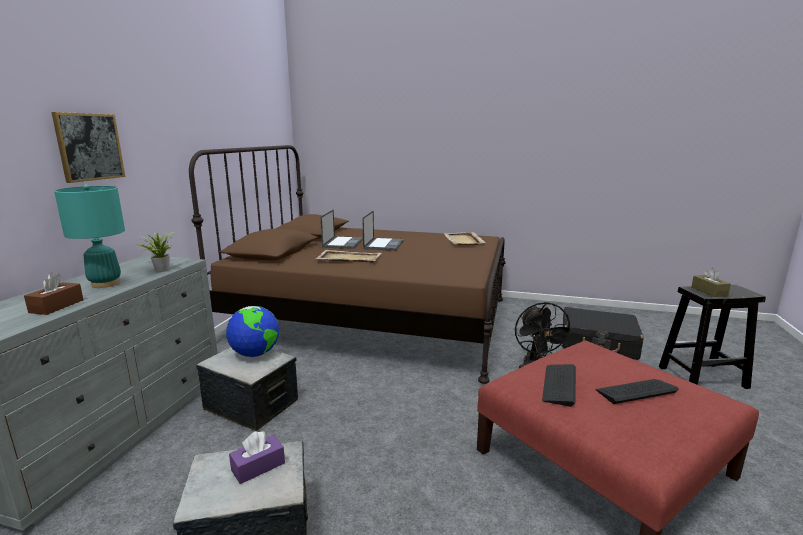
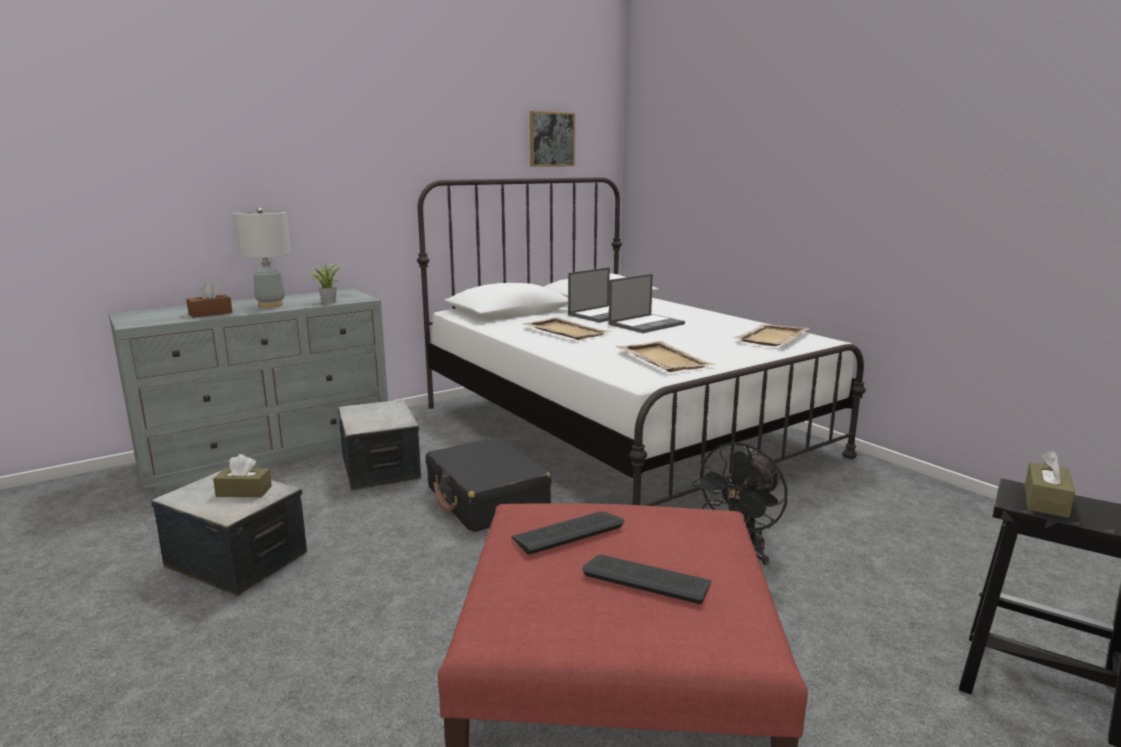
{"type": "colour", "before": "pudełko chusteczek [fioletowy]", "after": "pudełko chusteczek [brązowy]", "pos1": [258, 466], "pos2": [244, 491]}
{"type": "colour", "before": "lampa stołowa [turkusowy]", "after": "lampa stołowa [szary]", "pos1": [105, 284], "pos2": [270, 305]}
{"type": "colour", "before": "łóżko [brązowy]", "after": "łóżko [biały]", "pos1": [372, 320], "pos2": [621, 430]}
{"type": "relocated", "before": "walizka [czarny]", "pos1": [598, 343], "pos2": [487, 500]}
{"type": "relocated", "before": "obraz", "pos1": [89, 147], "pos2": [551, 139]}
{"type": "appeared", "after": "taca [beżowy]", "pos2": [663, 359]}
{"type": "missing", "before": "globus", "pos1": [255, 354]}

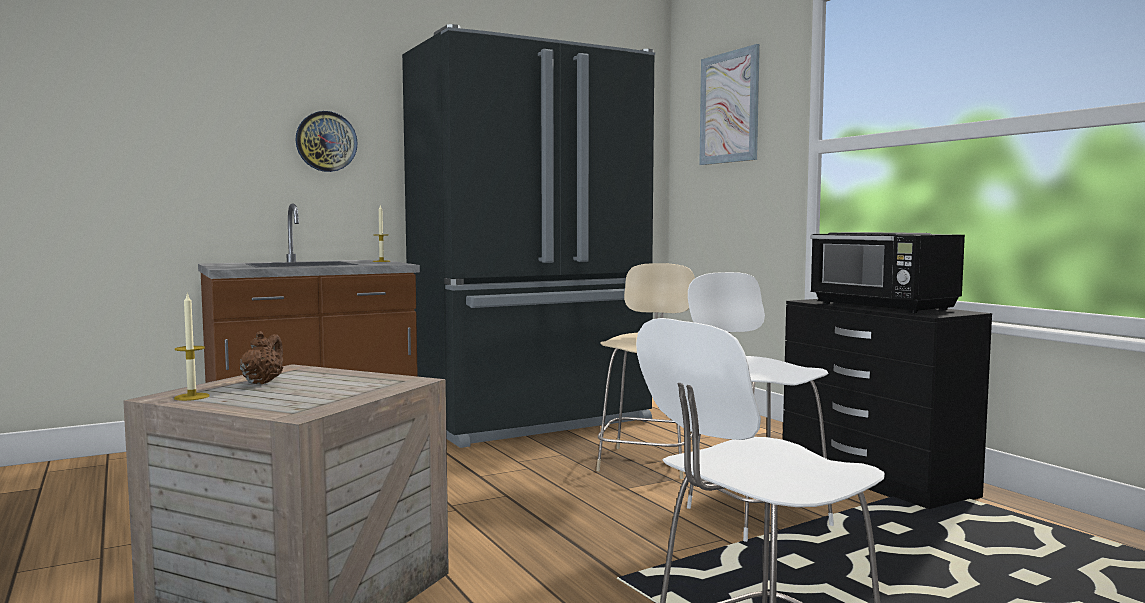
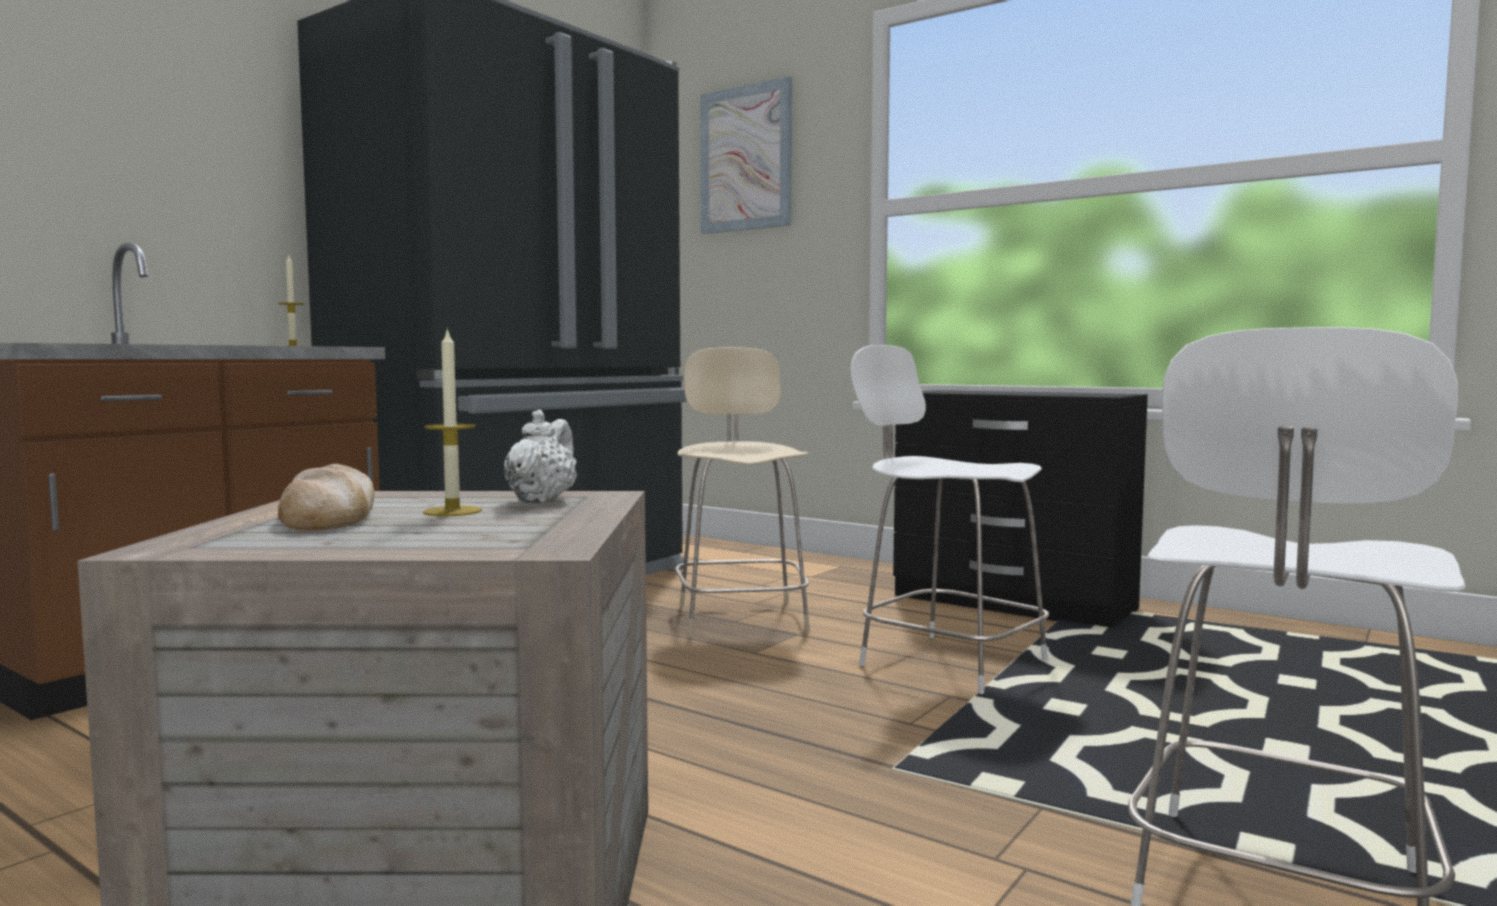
{"type": "exchanged", "before": "imbryk [brązowy]", "after": "chleb", "pos1": [262, 382], "pos2": [330, 514]}
{"type": "relocated", "before": "świeca", "pos1": [192, 397], "pos2": [452, 511]}
{"type": "appeared", "after": "imbryk [biały]", "pos2": [542, 500]}
{"type": "missing", "before": "zegar ścienny", "pos1": [326, 141]}
{"type": "missing", "before": "mikrofalówka [czarny]", "pos1": [883, 307]}

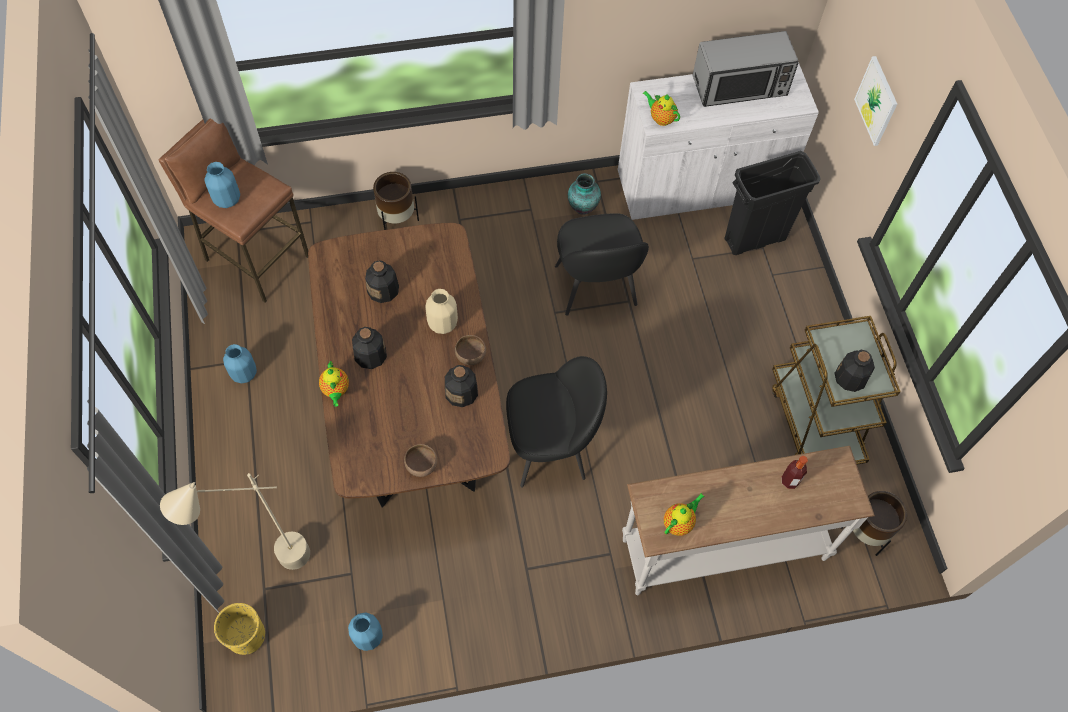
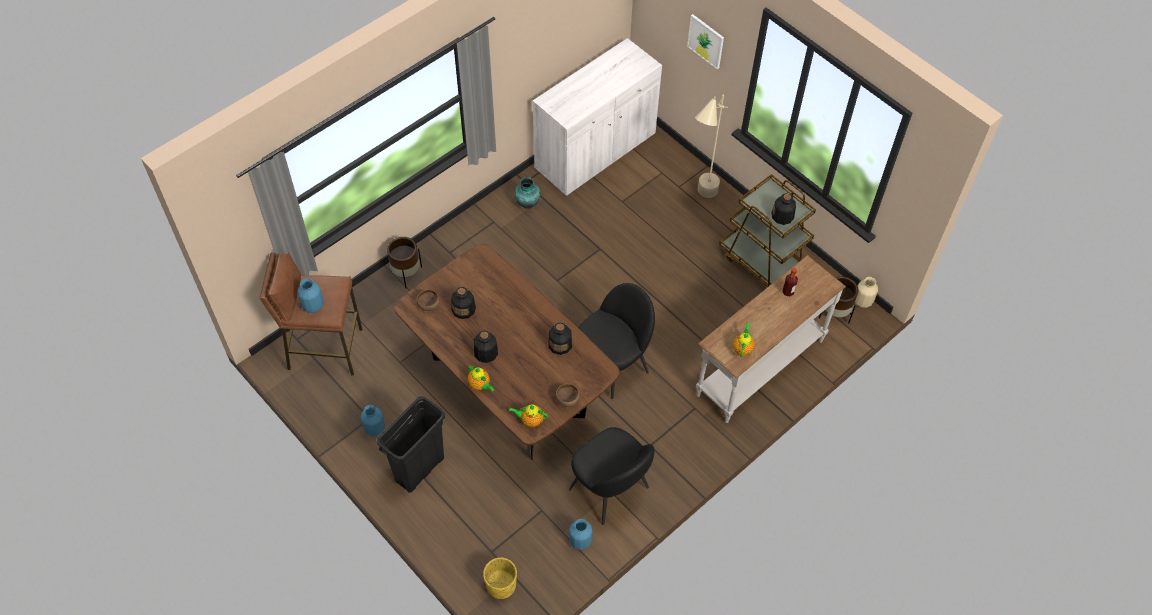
{"type": "relocated", "before": "kosz na śmieci [czarny]", "pos1": [754, 239], "pos2": [419, 469]}
{"type": "relocated", "before": "miska [brązowy]", "pos1": [470, 355], "pos2": [428, 304]}
{"type": "relocated", "before": "imbryk", "pos1": [660, 118], "pos2": [530, 420]}
{"type": "relocated", "before": "krzesło [czarny]", "pos1": [596, 287], "pos2": [610, 490]}
{"type": "relocated", "before": "lampa stojąca [beżowy]", "pos1": [269, 567], "pos2": [700, 202]}
{"type": "relocated", "before": "wazon [beżowy]", "pos1": [443, 324], "pos2": [863, 301]}
{"type": "missing", "before": "mikrofalówka", "pos1": [740, 86]}

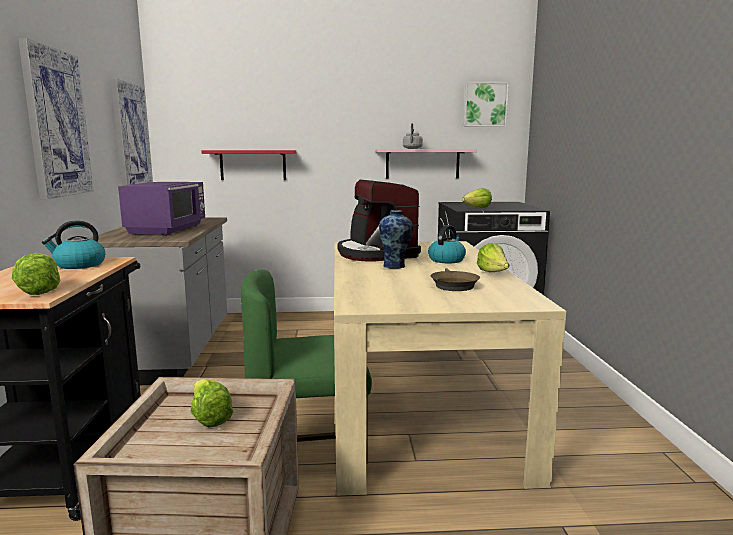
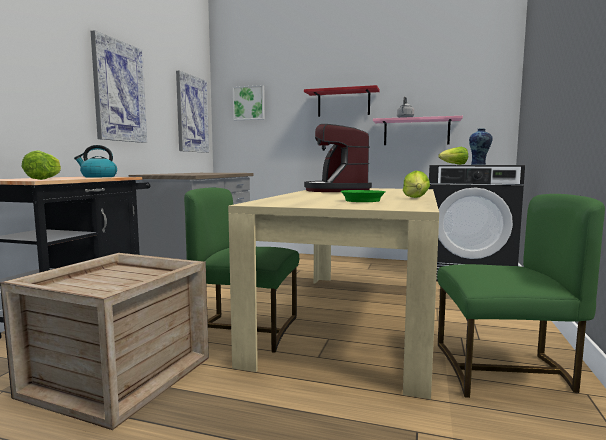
{"type": "relocated", "before": "obraz", "pos1": [485, 104], "pos2": [249, 103]}
{"type": "relocated", "before": "półka [czerwony]", "pos1": [253, 165], "pos2": [343, 103]}
{"type": "colour", "before": "patelnia [brązowy]", "after": "patelnia [zielony]", "pos1": [453, 285], "pos2": [363, 200]}
{"type": "appeared", "after": "krzesło [zielony]", "pos2": [504, 371]}
{"type": "relocated", "before": "wazon", "pos1": [395, 266], "pos2": [479, 164]}
{"type": "missing", "before": "mikrofalówka [fioletowy]", "pos1": [168, 230]}
{"type": "missing", "before": "sałata", "pos1": [209, 417]}
{"type": "missing", "before": "czajnik", "pos1": [446, 260]}

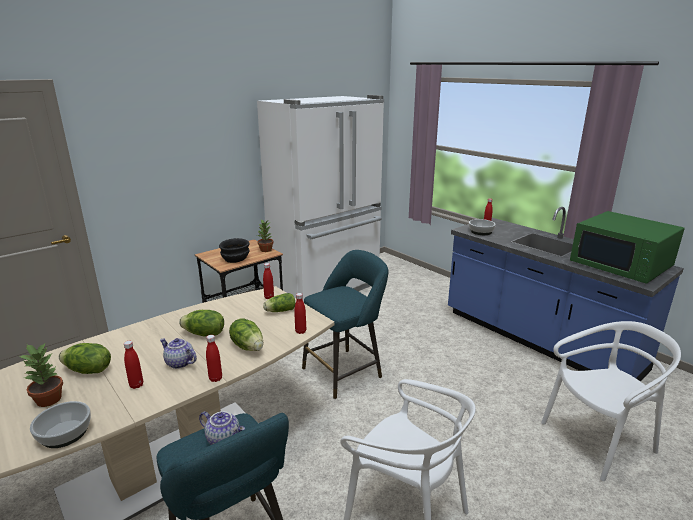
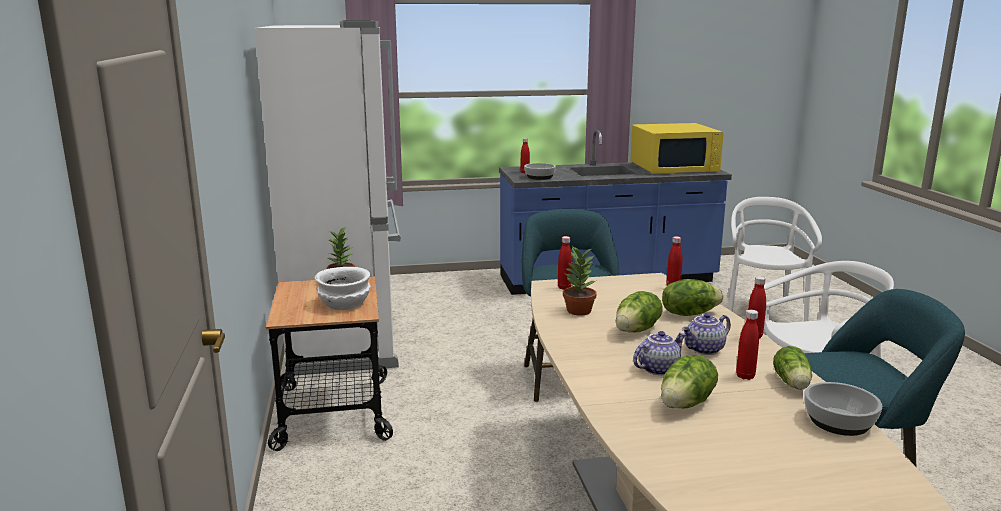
{"type": "colour", "before": "miska [czarny]", "after": "miska [biały]", "pos1": [235, 259], "pos2": [345, 303]}
{"type": "relocated", "before": "roślina doniczkowa", "pos1": [49, 399], "pos2": [578, 311]}
{"type": "colour", "before": "mikrofalówka [zielony]", "after": "mikrofalówka [żółty]", "pos1": [621, 264], "pos2": [674, 167]}
{"type": "relocated", "before": "imbryk", "pos1": [224, 439], "pos2": [658, 369]}
{"type": "relocated", "before": "sałata", "pos1": [279, 311], "pos2": [792, 384]}

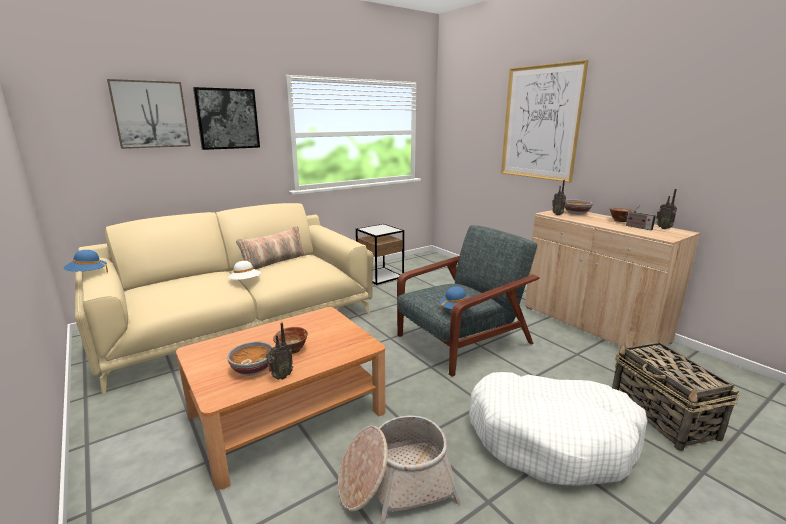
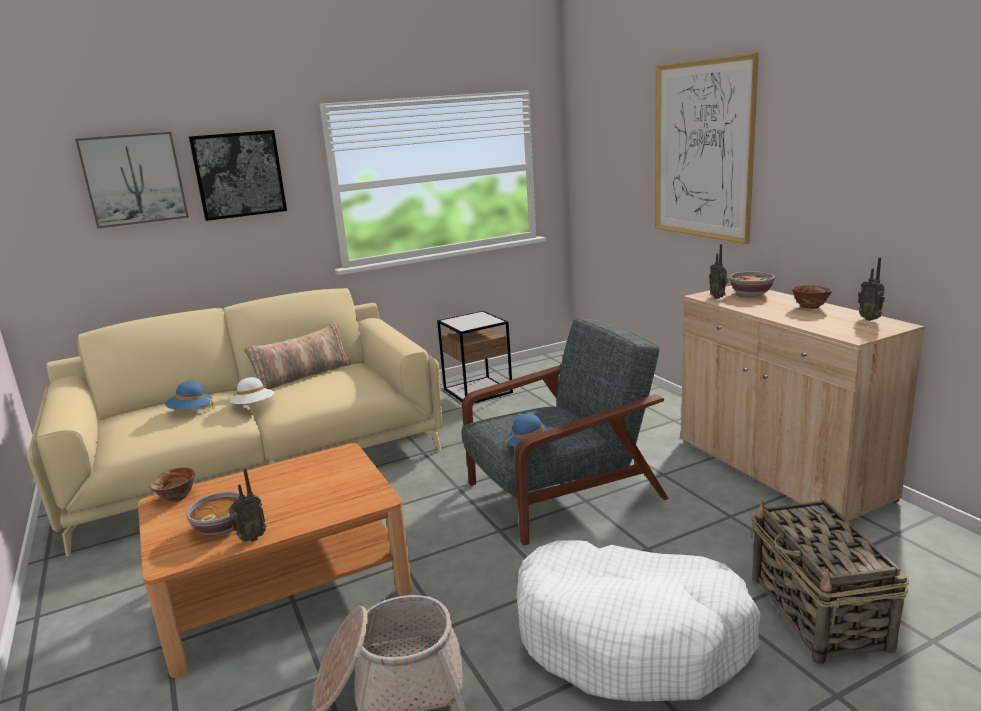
{"type": "relocated", "before": "miska", "pos1": [292, 350], "pos2": [177, 497]}
{"type": "relocated", "before": "kapelusz [niebieski]", "pos1": [87, 274], "pos2": [191, 411]}
{"type": "missing", "before": "radio", "pos1": [637, 227]}

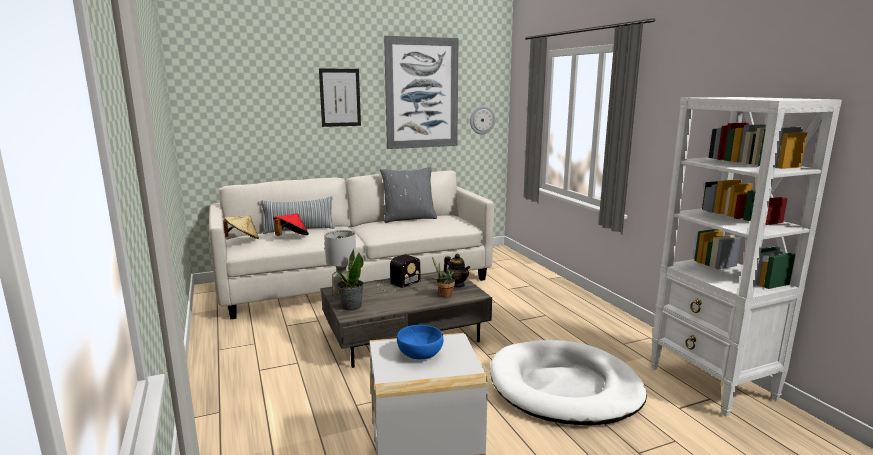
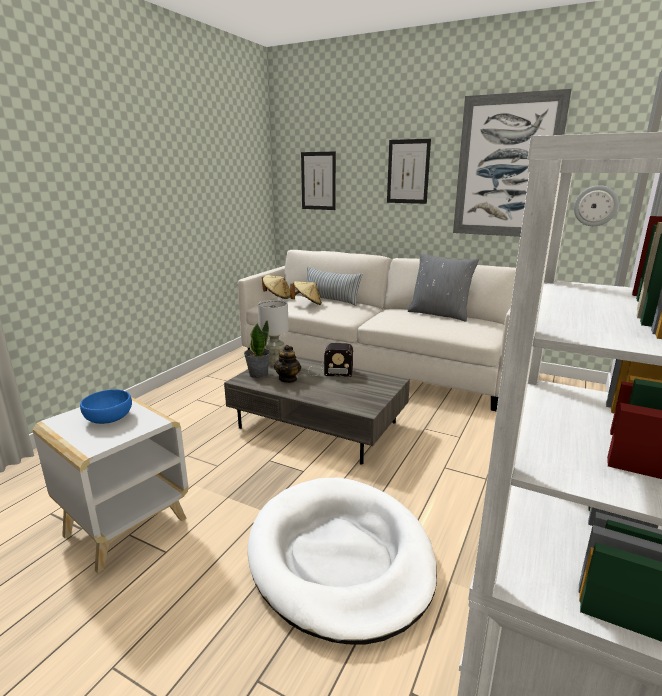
{"type": "relocated", "before": "imbryk", "pos1": [456, 285], "pos2": [288, 379]}
{"type": "colour", "before": "kapelusz [czerwony]", "after": "kapelusz [beżowy]", "pos1": [291, 237], "pos2": [307, 304]}
{"type": "appeared", "after": "obraz", "pos2": [318, 181]}
{"type": "missing", "before": "roślina doniczkowa", "pos1": [443, 295]}

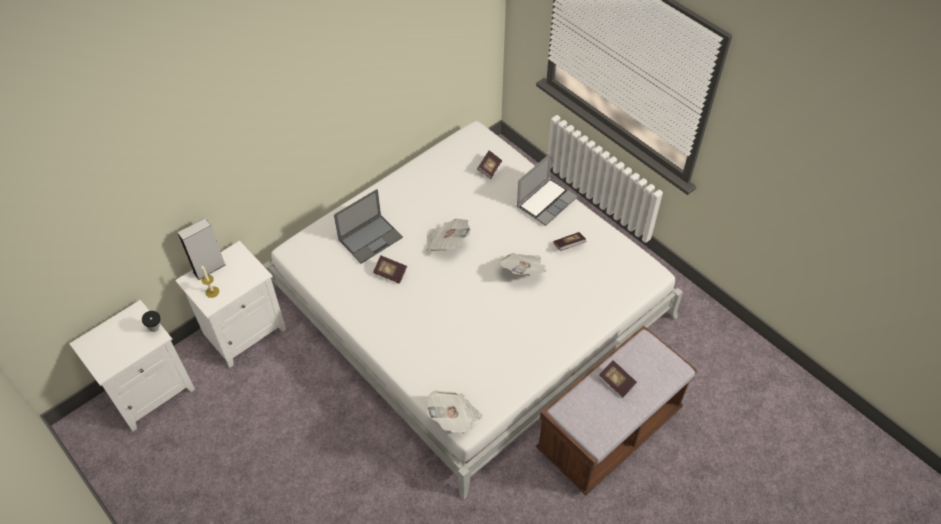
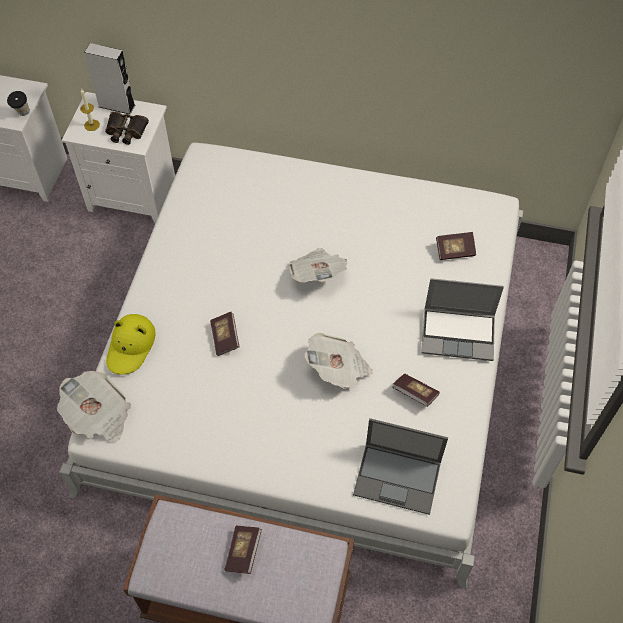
{"type": "appeared", "after": "lornetka", "pos2": [125, 131]}
{"type": "appeared", "after": "kapelusz [żółty]", "pos2": [131, 346]}
{"type": "relocated", "before": "książka", "pos1": [390, 273], "pos2": [225, 338]}
{"type": "relocated", "before": "laptop", "pos1": [371, 238], "pos2": [398, 478]}

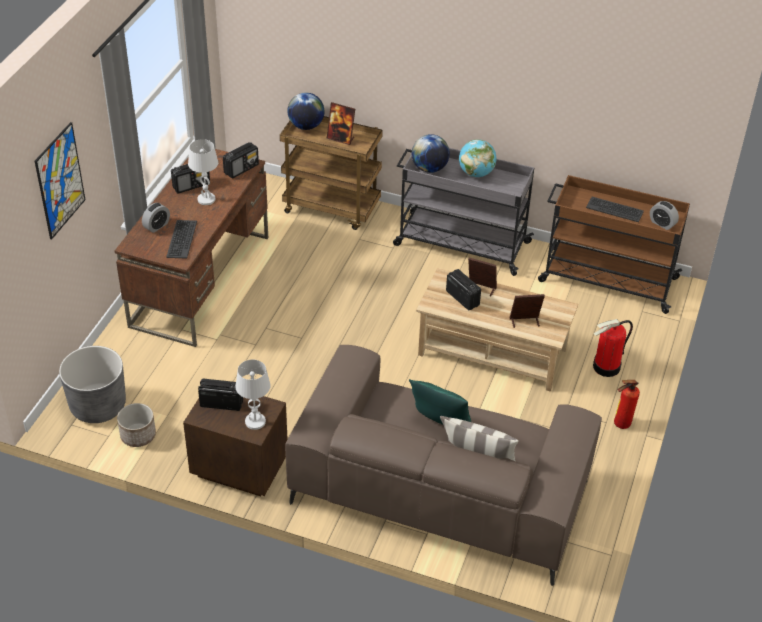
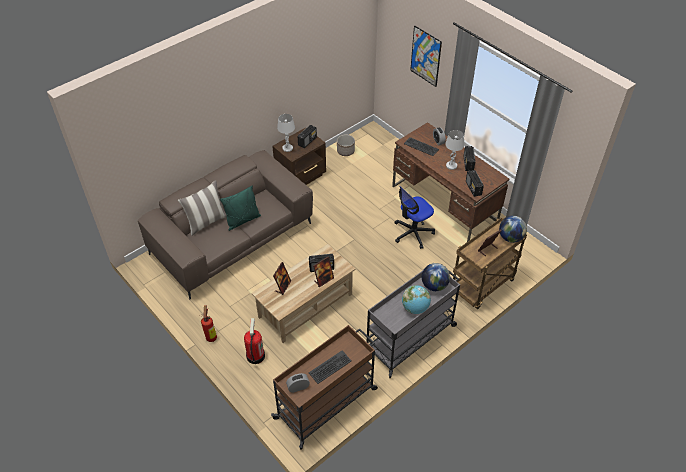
{"type": "appeared", "after": "krzesło biurowe", "pos2": [413, 233]}
{"type": "missing", "before": "donica [szary]", "pos1": [98, 405]}

